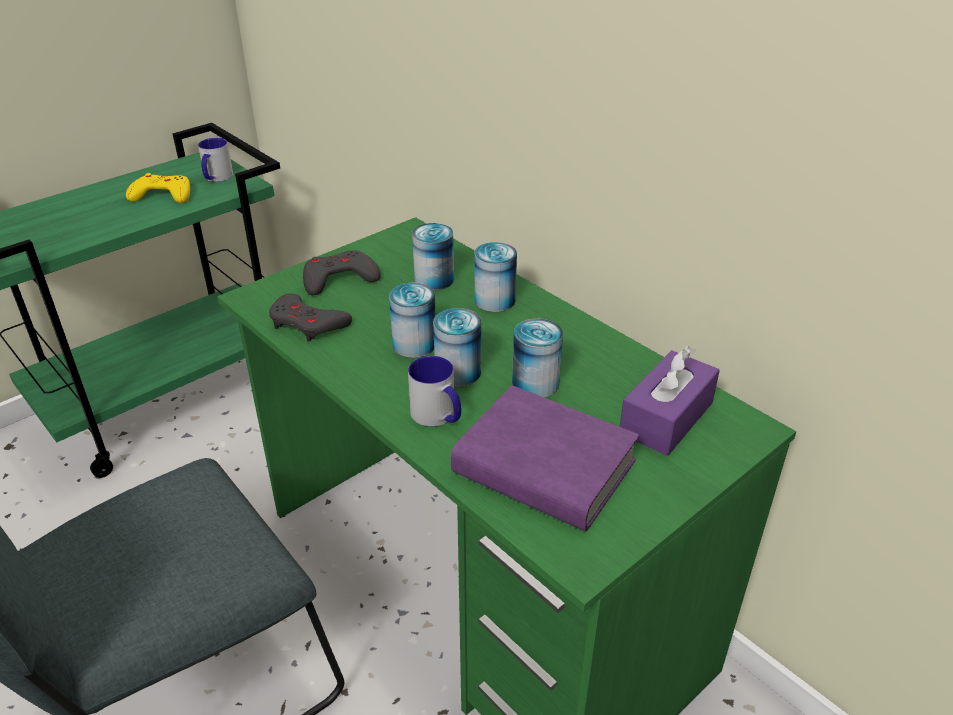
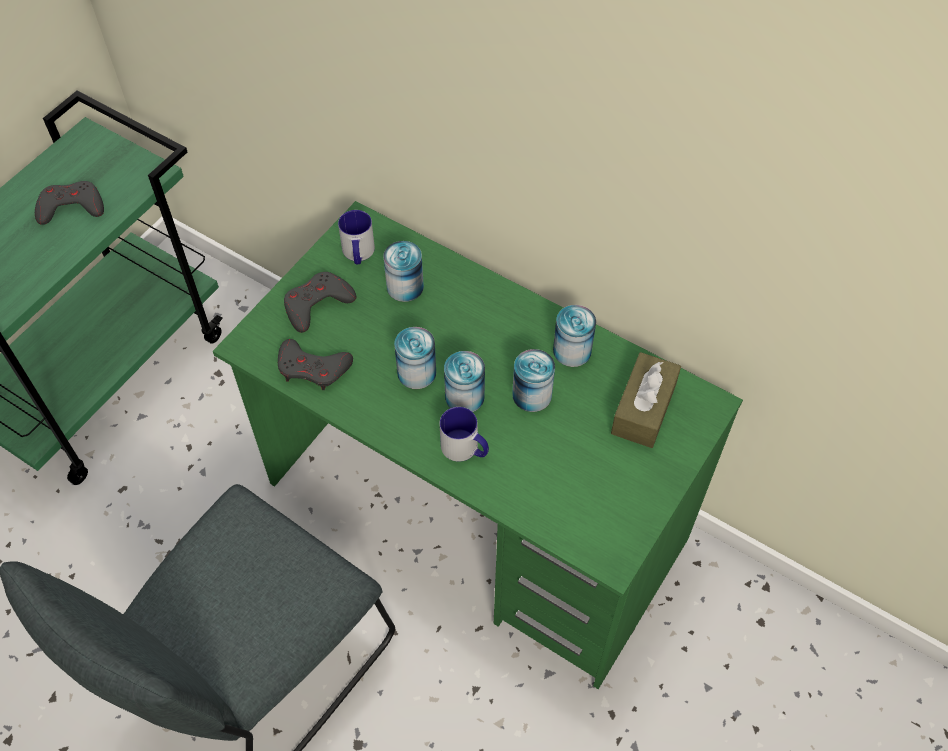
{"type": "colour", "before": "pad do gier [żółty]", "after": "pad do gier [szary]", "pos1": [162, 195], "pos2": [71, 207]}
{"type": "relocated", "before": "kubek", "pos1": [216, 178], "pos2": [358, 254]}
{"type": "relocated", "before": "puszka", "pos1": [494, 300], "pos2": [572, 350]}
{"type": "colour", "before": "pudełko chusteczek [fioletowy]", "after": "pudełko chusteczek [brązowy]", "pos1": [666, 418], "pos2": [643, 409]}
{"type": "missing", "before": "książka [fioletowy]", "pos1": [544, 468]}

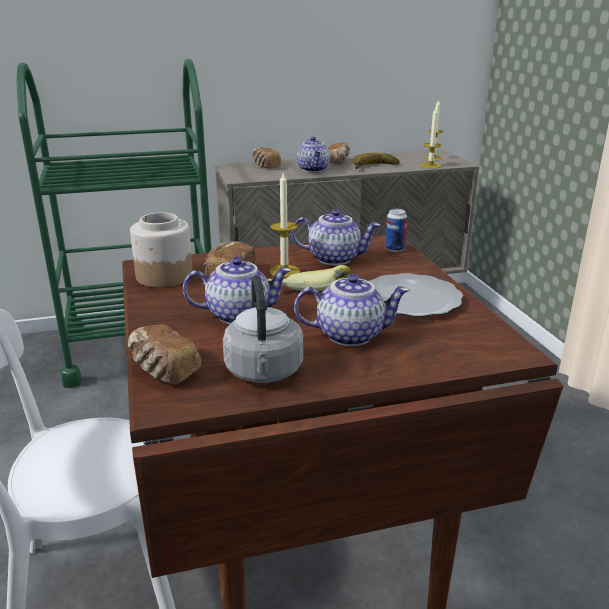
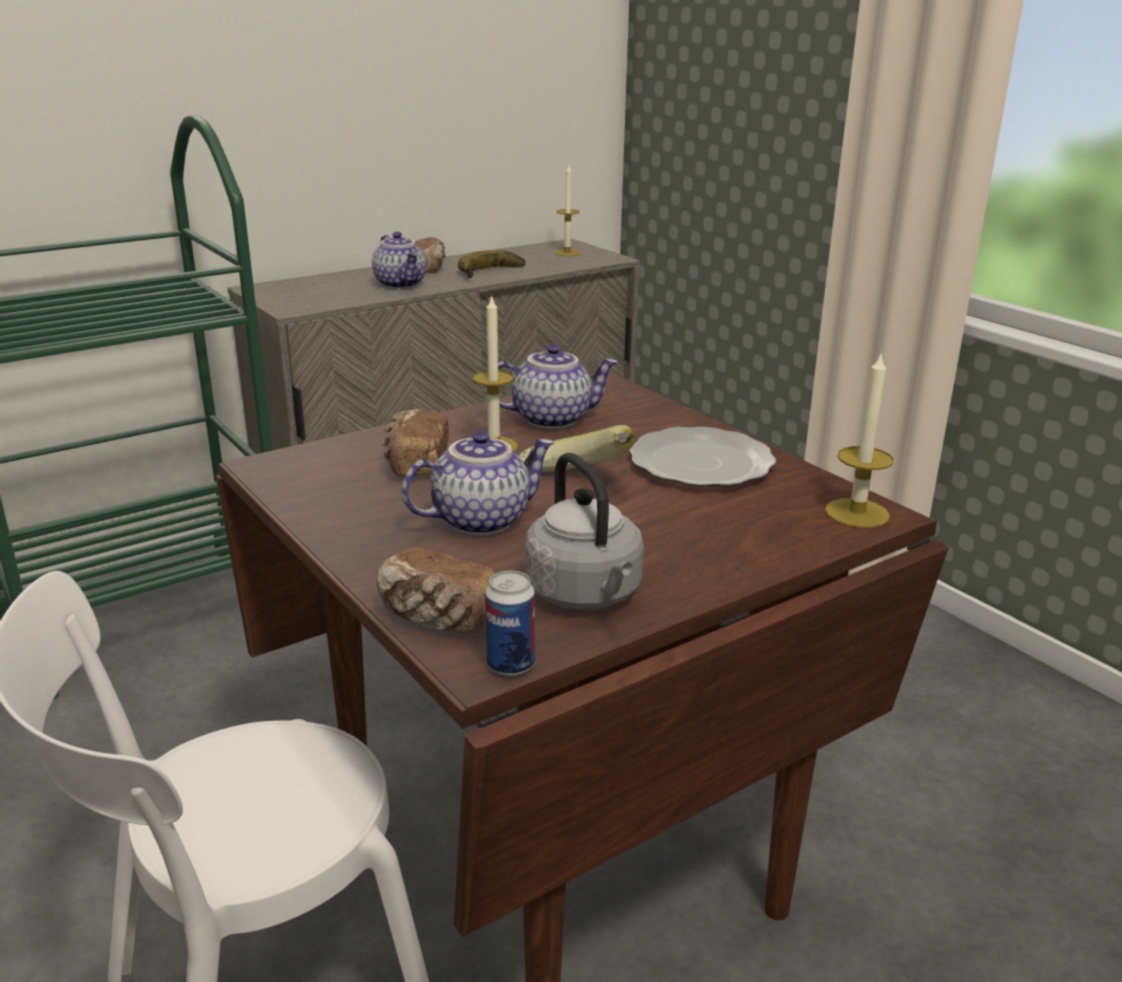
{"type": "relocated", "before": "puszka", "pos1": [394, 249], "pos2": [510, 665]}
{"type": "relocated", "before": "świeca", "pos1": [430, 165], "pos2": [857, 513]}
{"type": "missing", "before": "słoik", "pos1": [164, 276]}
{"type": "missing", "before": "chleb", "pos1": [265, 166]}
{"type": "missing", "before": "imbryk", "pos1": [350, 335]}

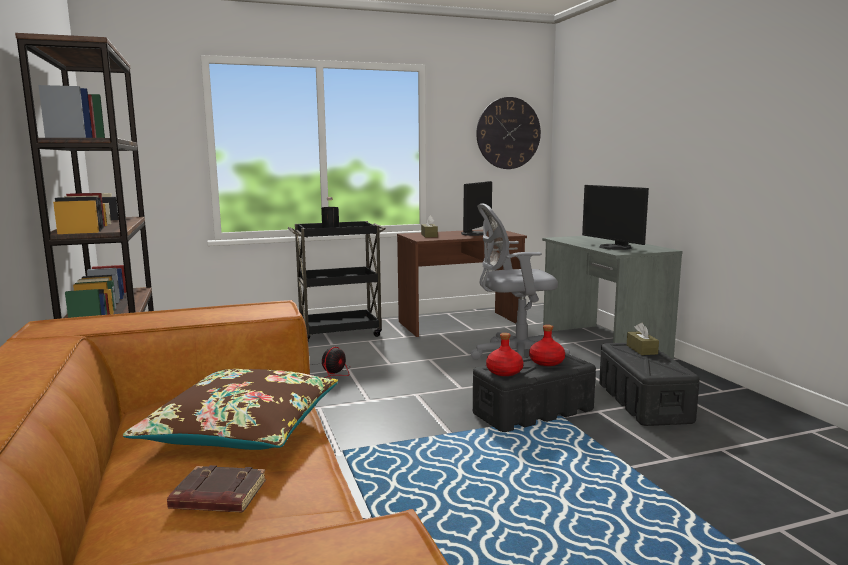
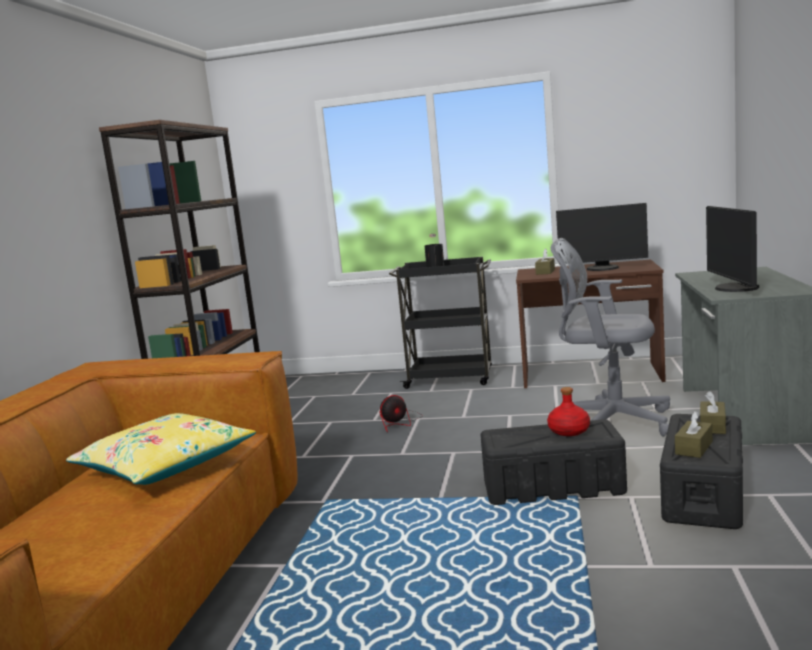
{"type": "colour", "before": "poduszka [brązowy]", "after": "poduszka [żółty]", "pos1": [242, 428], "pos2": [165, 465]}
{"type": "spun", "before": "monitor", "pos1": [475, 234], "pos2": [603, 268], "turn": 45}
{"type": "appeared", "after": "pudełko chusteczek [brązowy]", "pos2": [694, 448]}
{"type": "missing", "before": "książka [brązowy]", "pos1": [217, 497]}
{"type": "missing", "before": "zegar ścienny", "pos1": [508, 133]}
{"type": "missing", "before": "butelka [czerwony]", "pos1": [504, 372]}

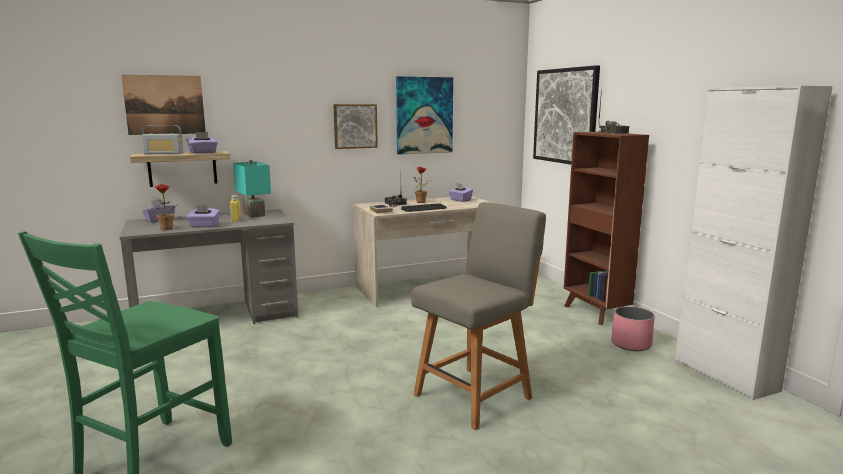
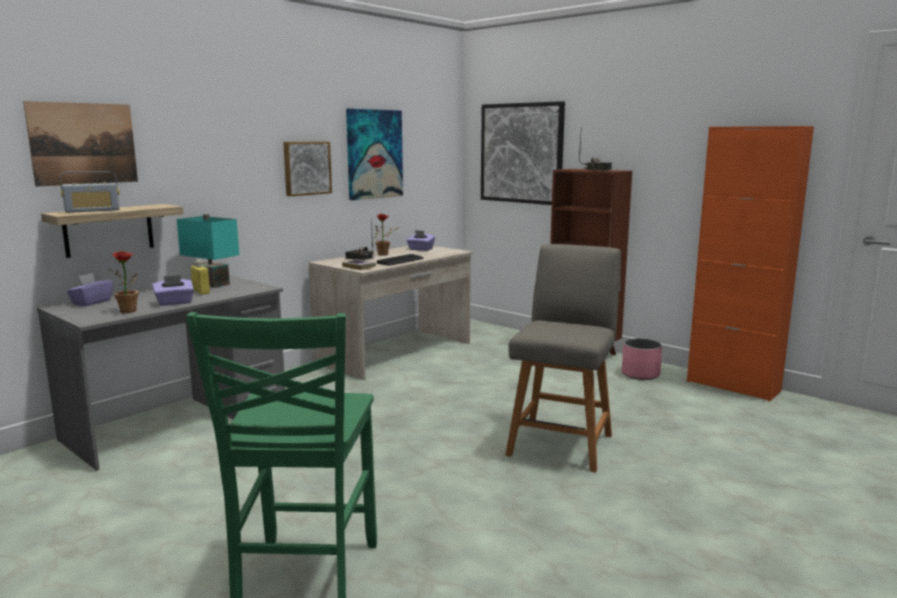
{"type": "colour", "before": "szafka [biały]", "after": "szafka [pomarańczowy]", "pos1": [725, 375], "pos2": [733, 386]}
{"type": "missing", "before": "pudełko chusteczek [fioletowy]", "pos1": [203, 152]}

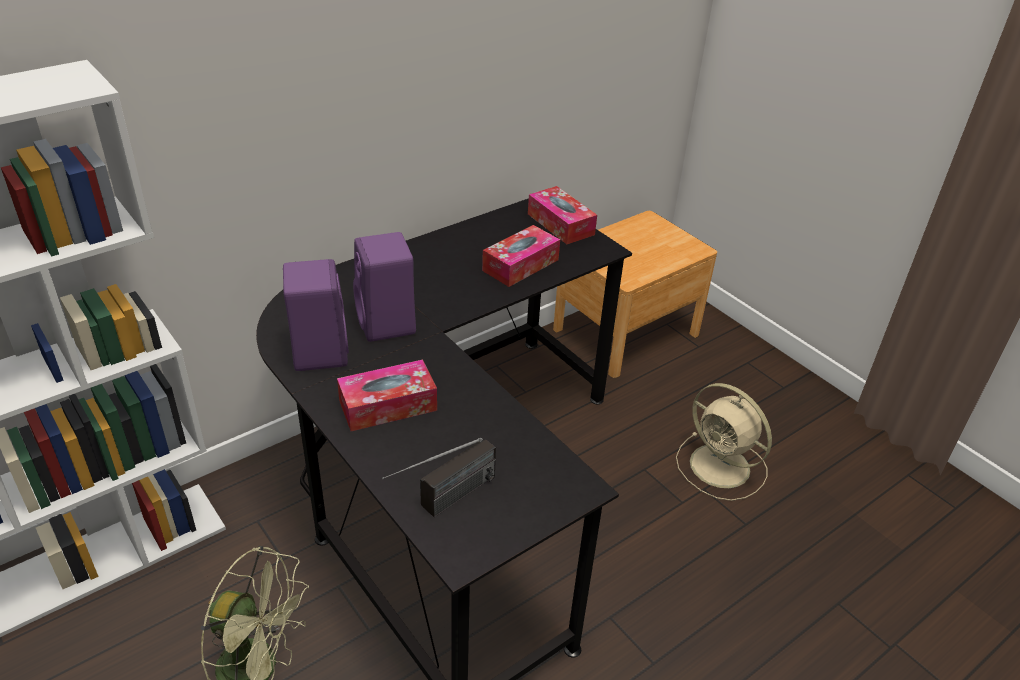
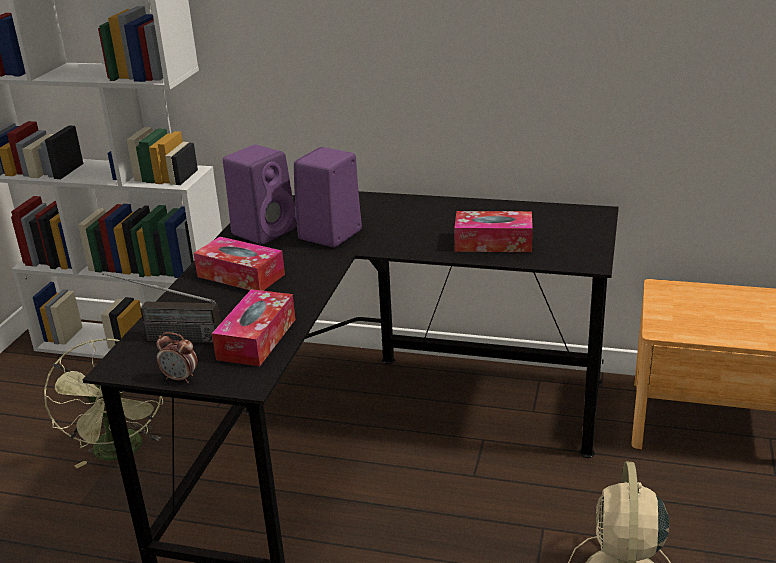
{"type": "appeared", "after": "budzik", "pos2": [180, 378]}
{"type": "relocated", "before": "pudełko chusteczek", "pos1": [560, 224], "pos2": [257, 339]}

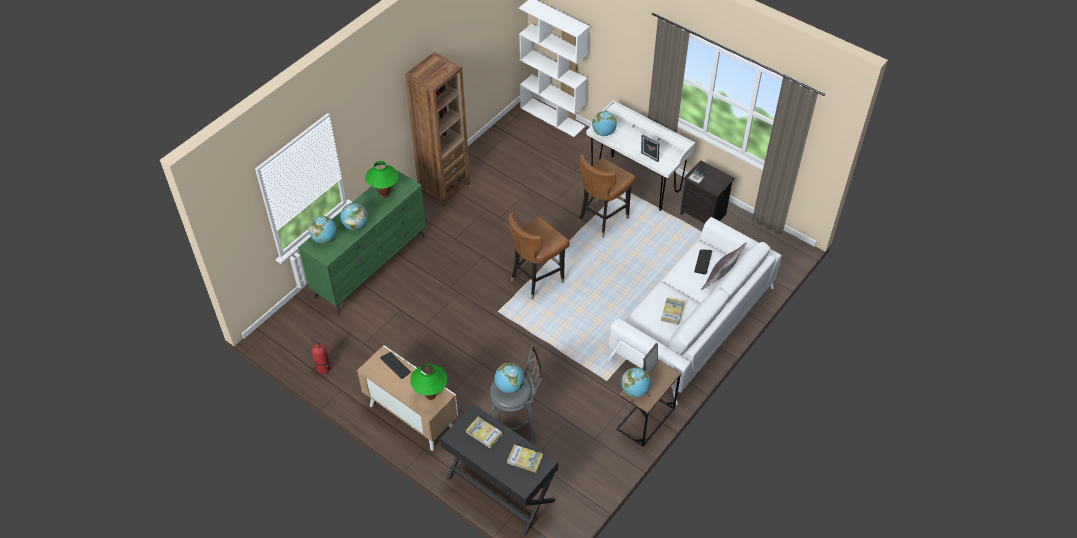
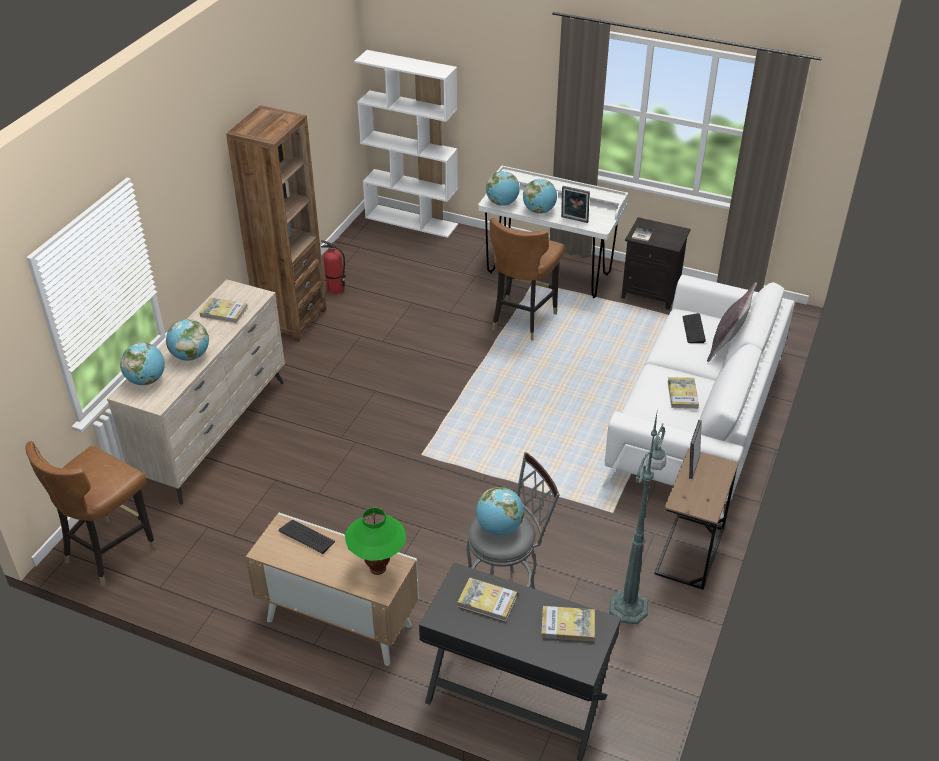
{"type": "relocated", "before": "krzesło [brązowy]", "pos1": [536, 279], "pos2": [109, 552]}
{"type": "colour", "before": "komoda [zielony]", "after": "komoda [beżowy]", "pos1": [371, 267], "pos2": [215, 433]}
{"type": "exchanged", "before": "lampa stołowa [zielony]", "after": "książka", "pos1": [384, 195], "pos2": [223, 312]}
{"type": "relocated", "before": "gaśnica", "pos1": [323, 368], "pos2": [335, 289]}
{"type": "relocated", "before": "globus", "pos1": [635, 390], "pos2": [539, 211]}
{"type": "appeared", "after": "lampa stojąca [zielony]", "pos2": [629, 606]}

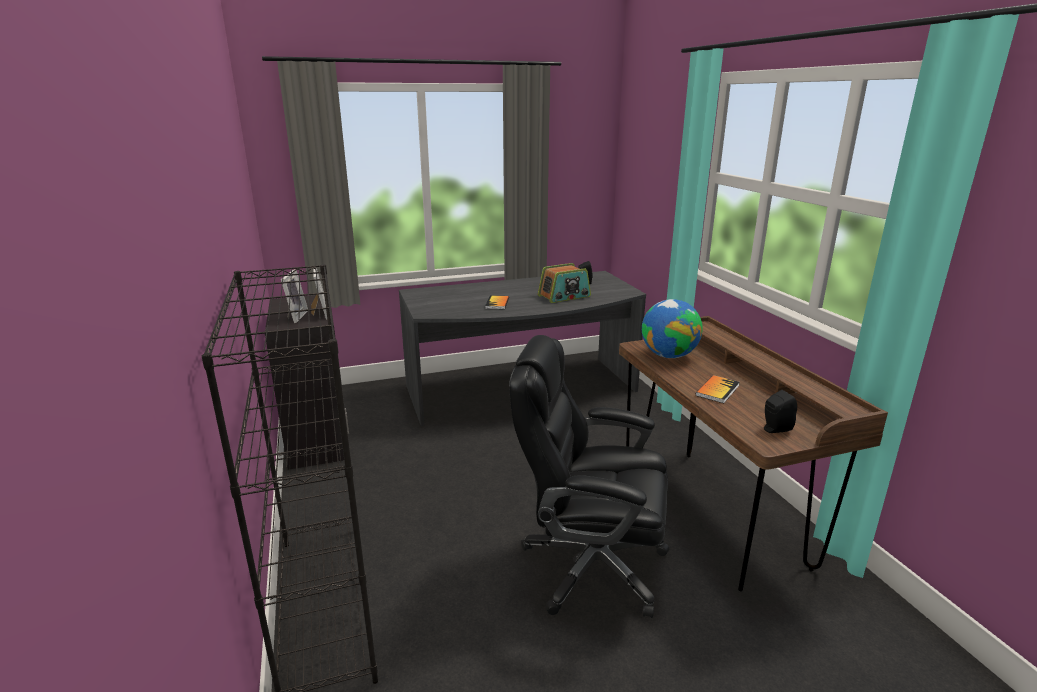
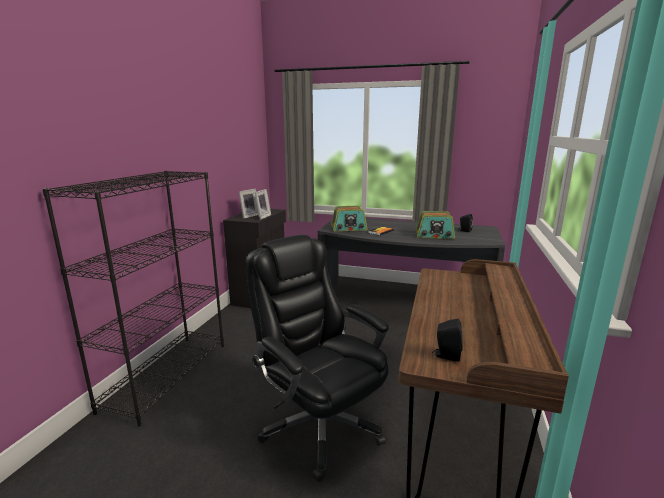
{"type": "appeared", "after": "radio", "pos2": [349, 228]}
{"type": "missing", "before": "globus", "pos1": [668, 355]}
{"type": "missing", "before": "książka", "pos1": [717, 390]}

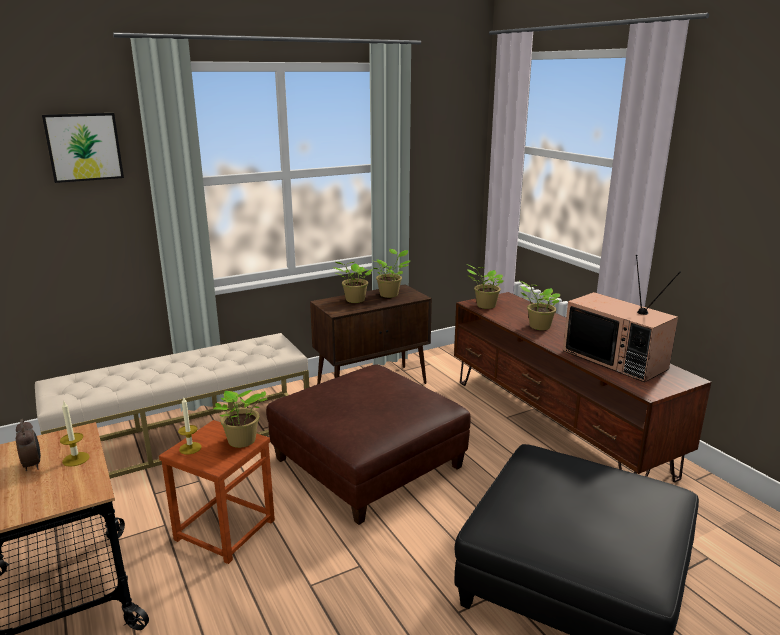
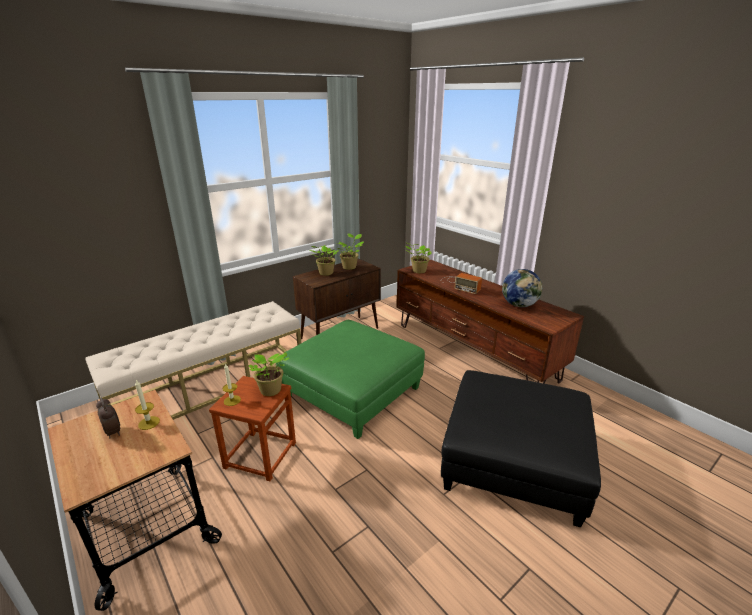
{"type": "colour", "before": "pufa [brązowy]", "after": "pufa [zielony]", "pos1": [368, 462], "pos2": [352, 391]}
{"type": "exchanged", "before": "roślina doniczkowa", "after": "radio", "pos1": [538, 326], "pos2": [459, 284]}
{"type": "exchanged", "before": "telewizor", "after": "globus", "pos1": [616, 359], "pos2": [519, 305]}
{"type": "missing", "before": "obraz", "pos1": [84, 147]}

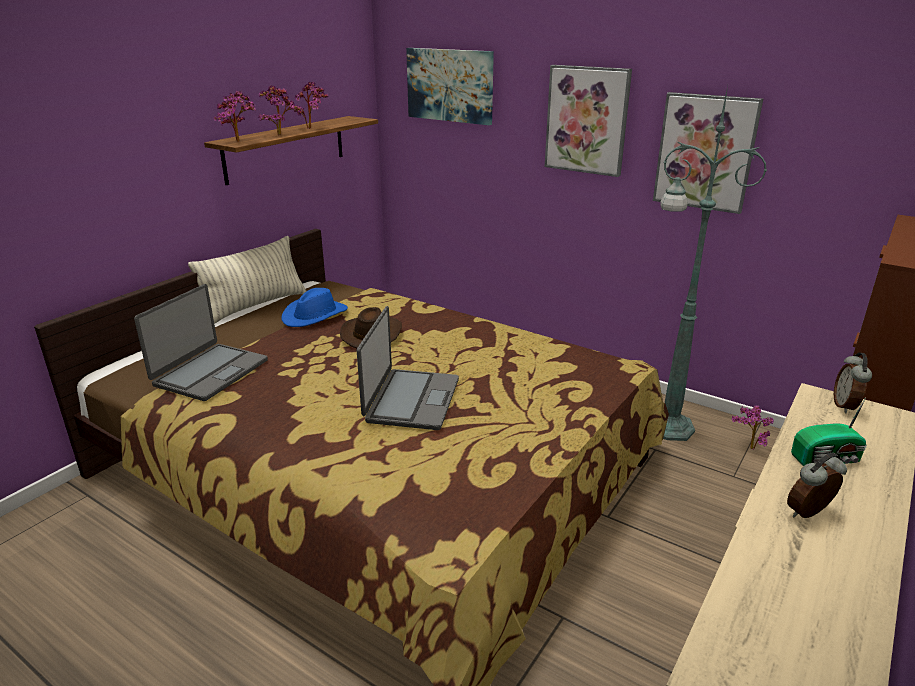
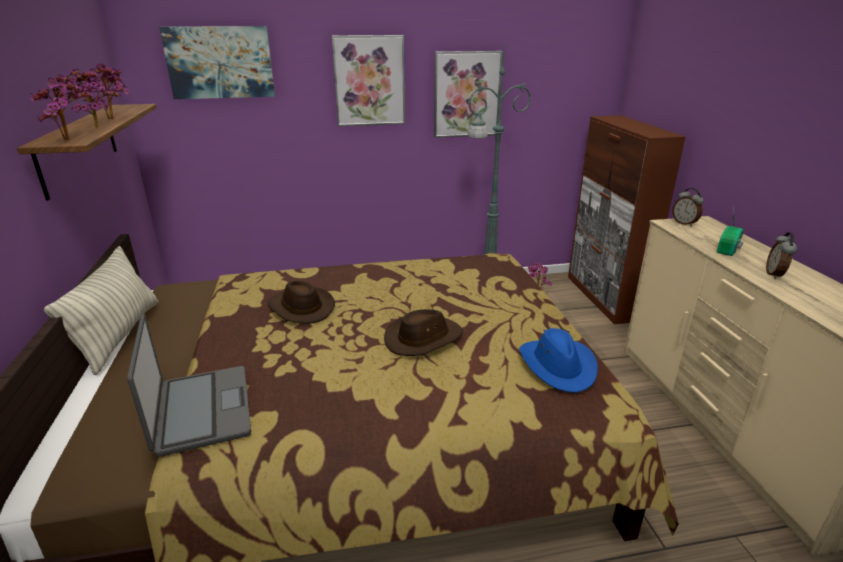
{"type": "exchanged", "before": "laptop", "after": "kapelusz [brązowy]", "pos1": [411, 400], "pos2": [423, 338]}
{"type": "relocated", "before": "kapelusz [niebieski]", "pos1": [315, 315], "pos2": [558, 366]}

